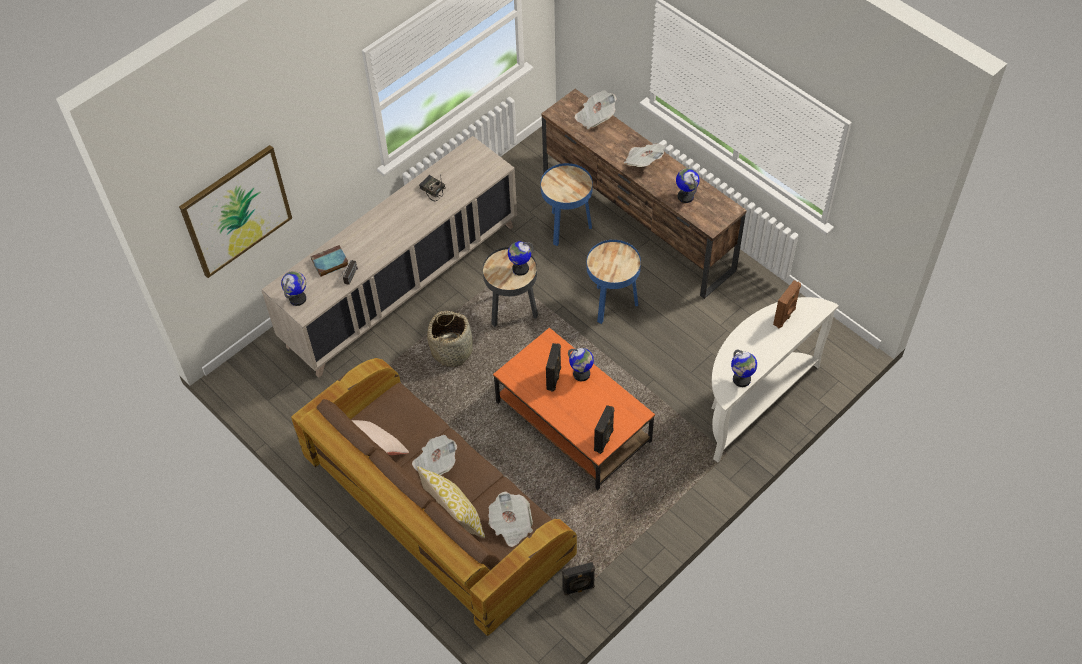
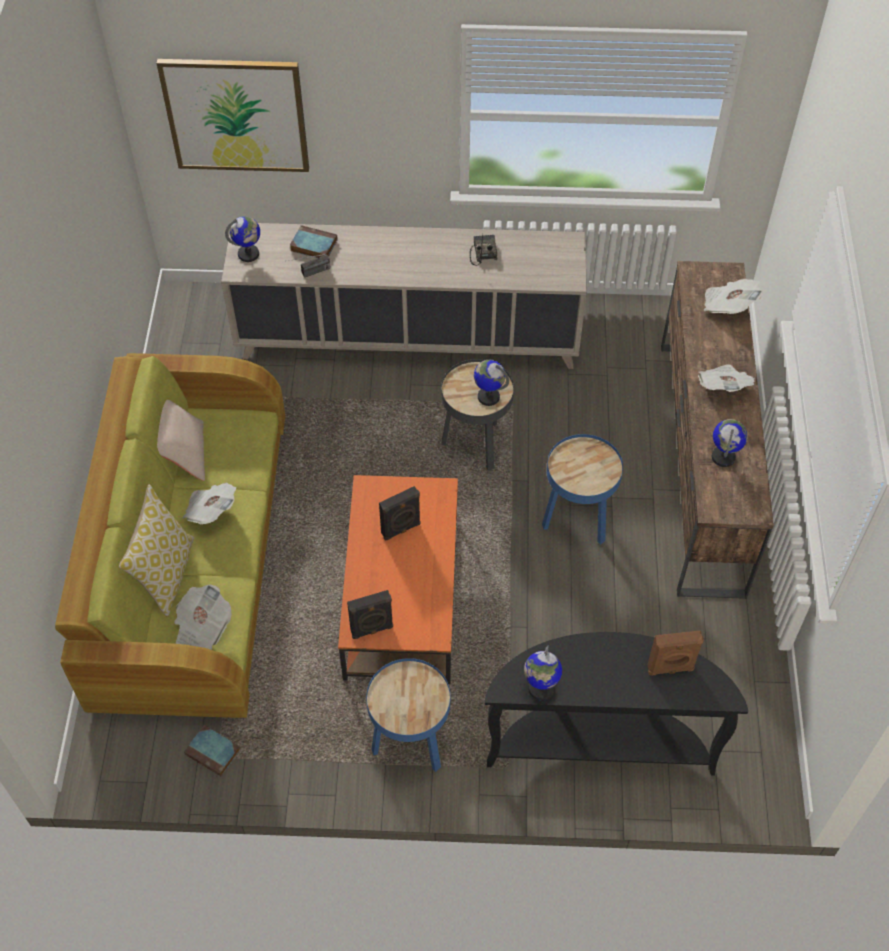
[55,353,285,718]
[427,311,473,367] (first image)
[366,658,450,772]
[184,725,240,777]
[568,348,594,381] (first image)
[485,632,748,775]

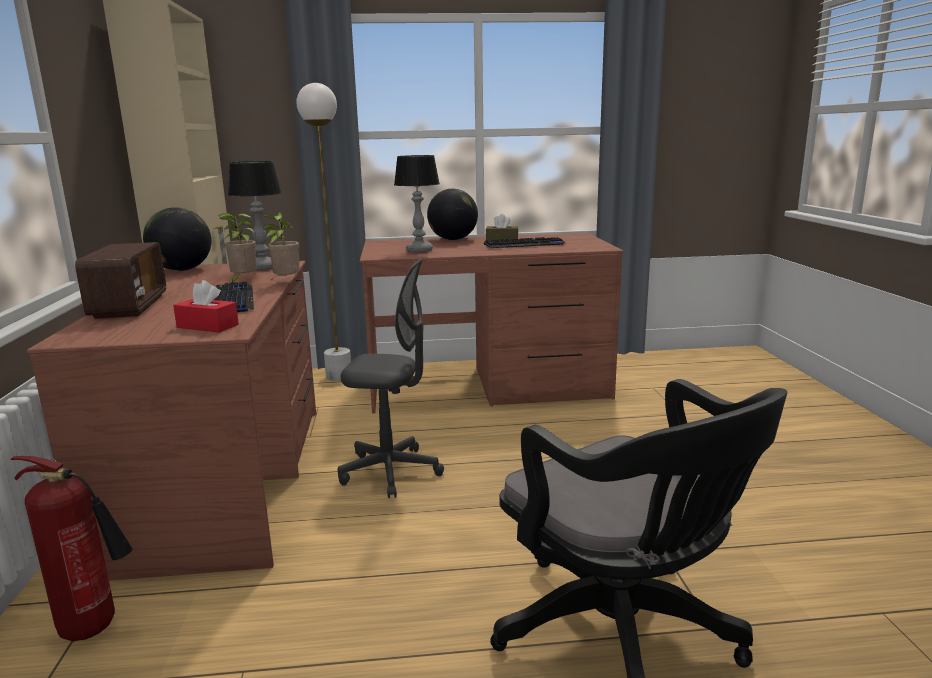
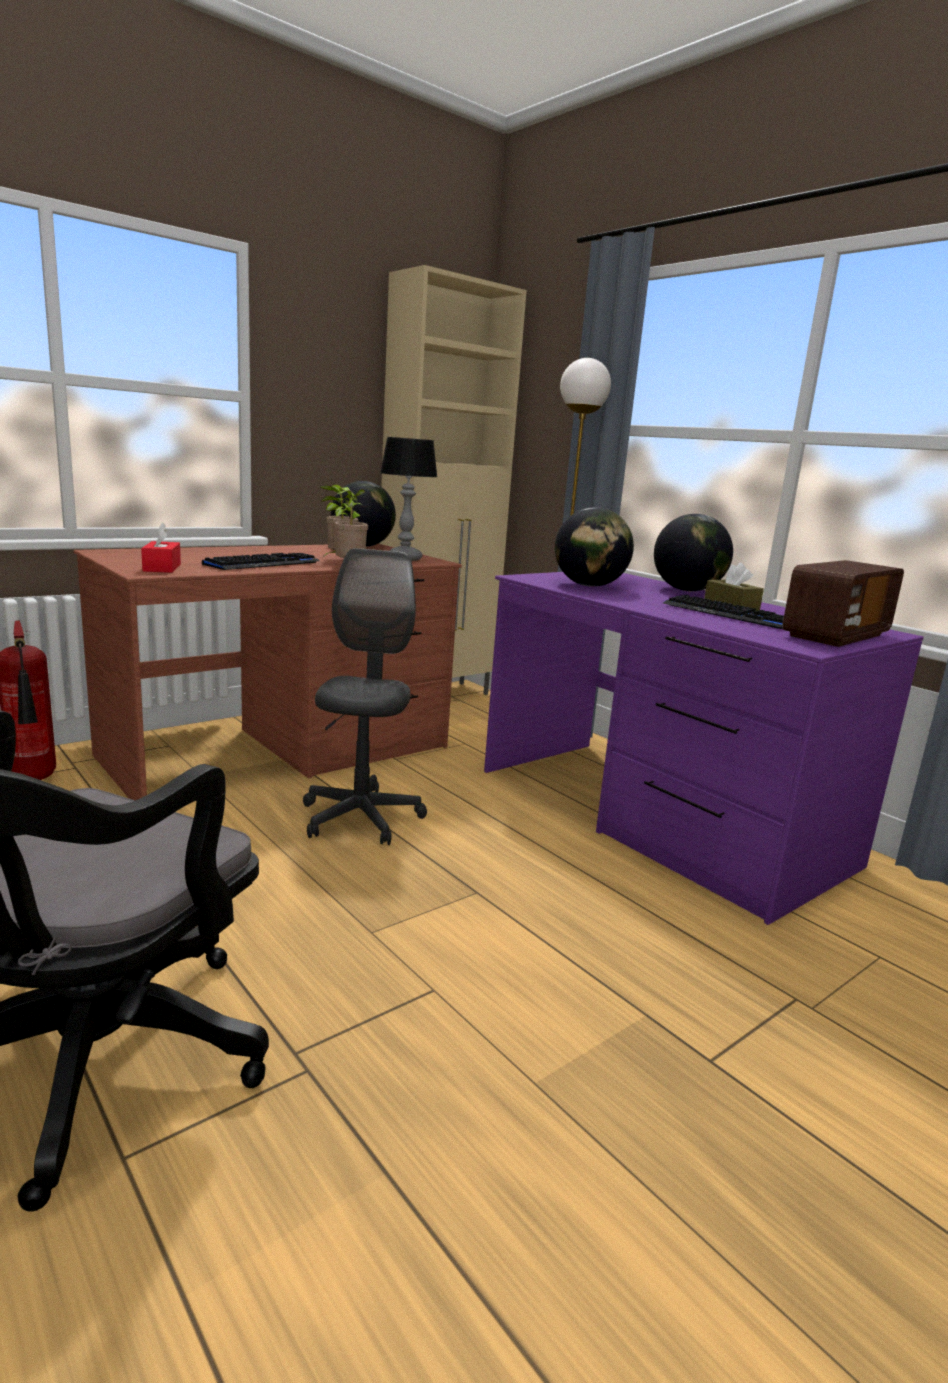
[782,560,904,647]
[303,548,427,845]
[484,572,924,925]
[555,507,634,587]

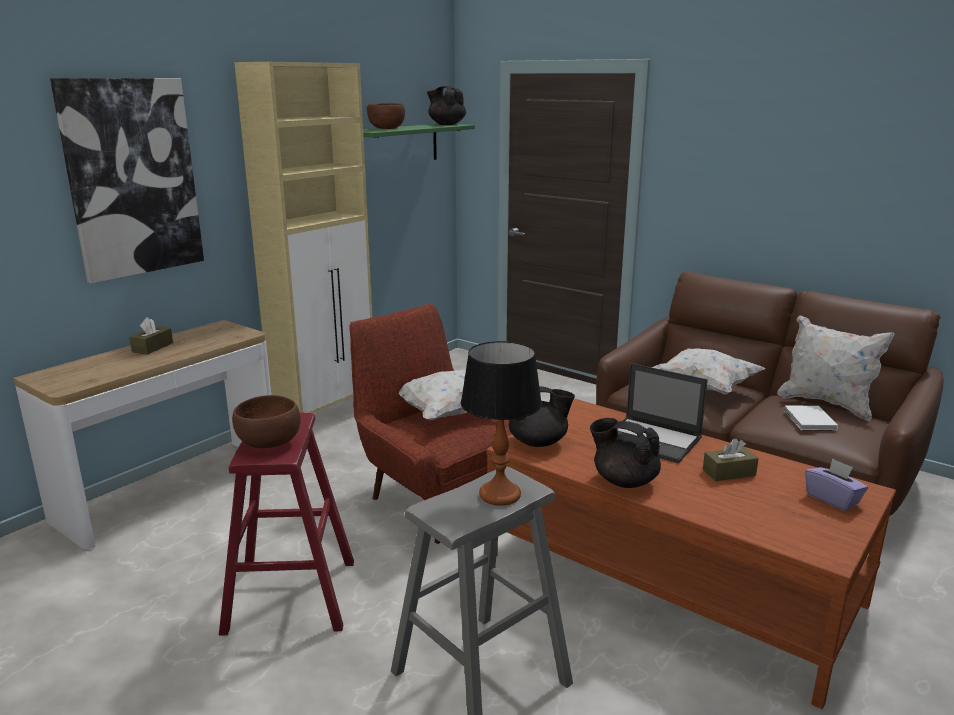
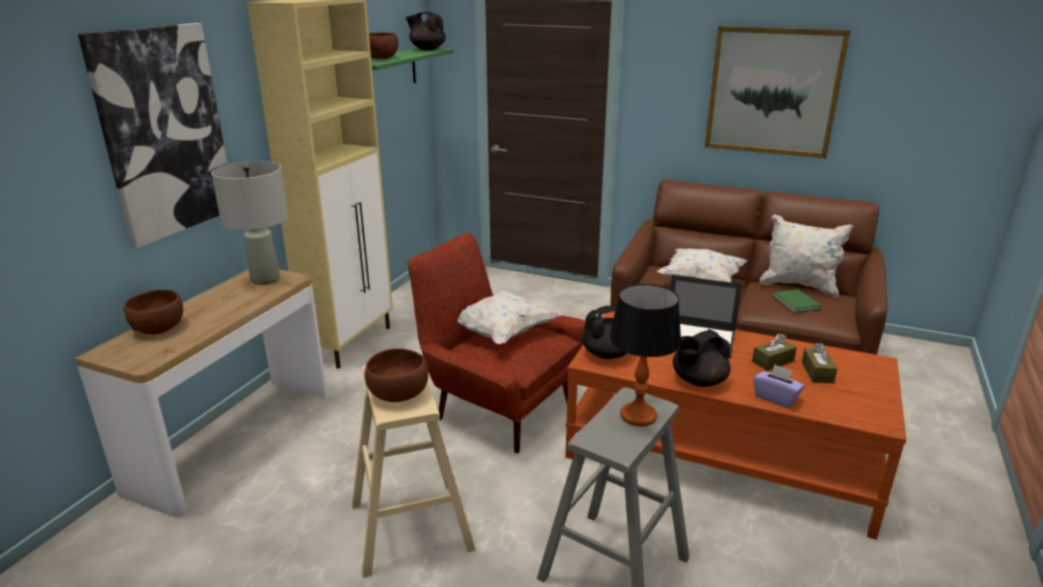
[802,343,837,384]
[352,365,476,578]
[673,329,731,387]
[773,289,821,313]
[753,364,804,408]
[124,290,183,334]
[211,161,288,285]
[705,26,850,159]

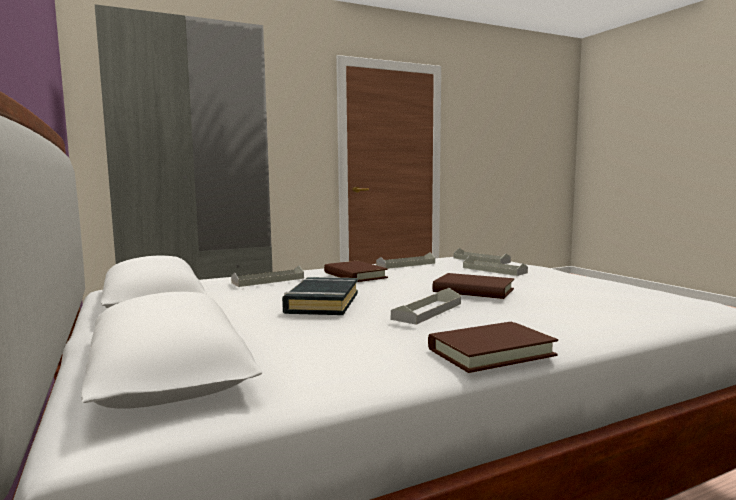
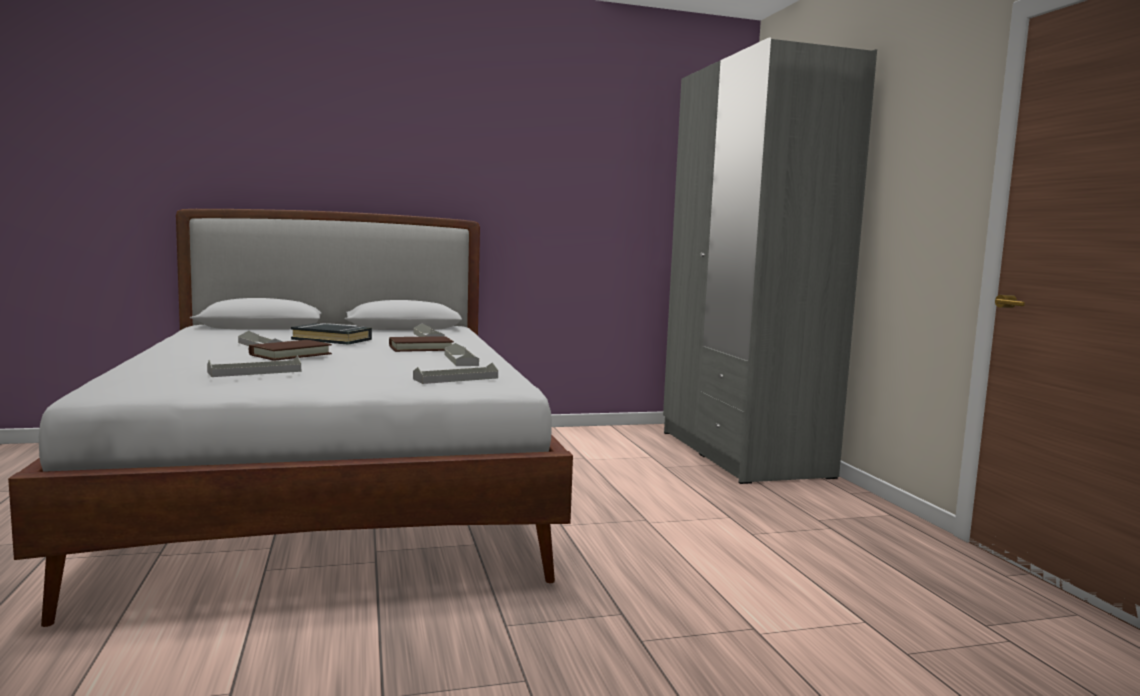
[428,322,558,373] (first image)
[207,355,301,377]

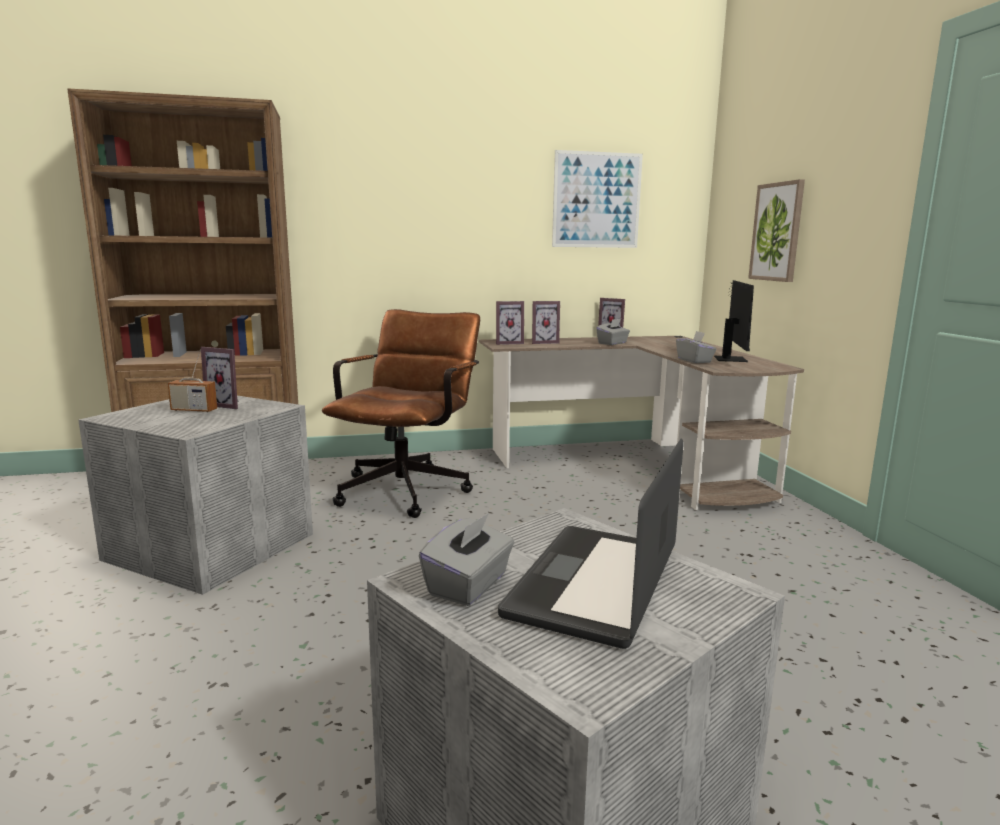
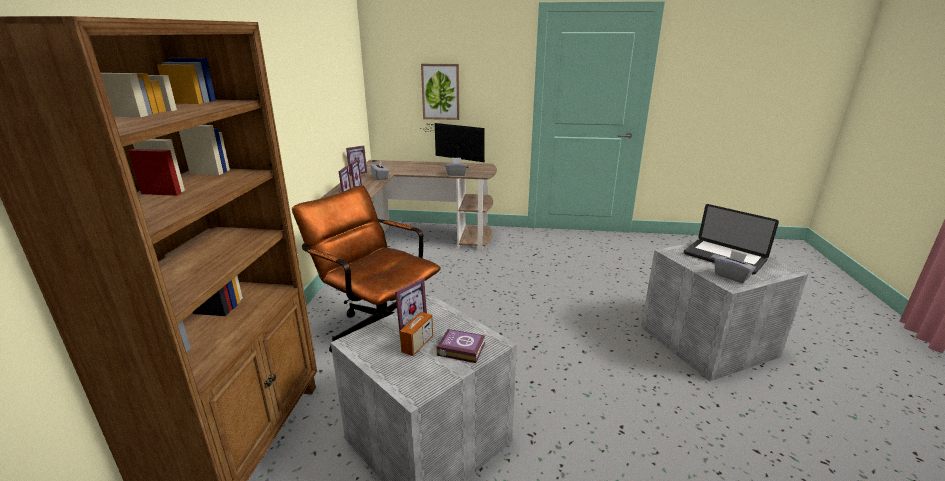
[552,150,643,248] (first image)
[436,329,485,363]

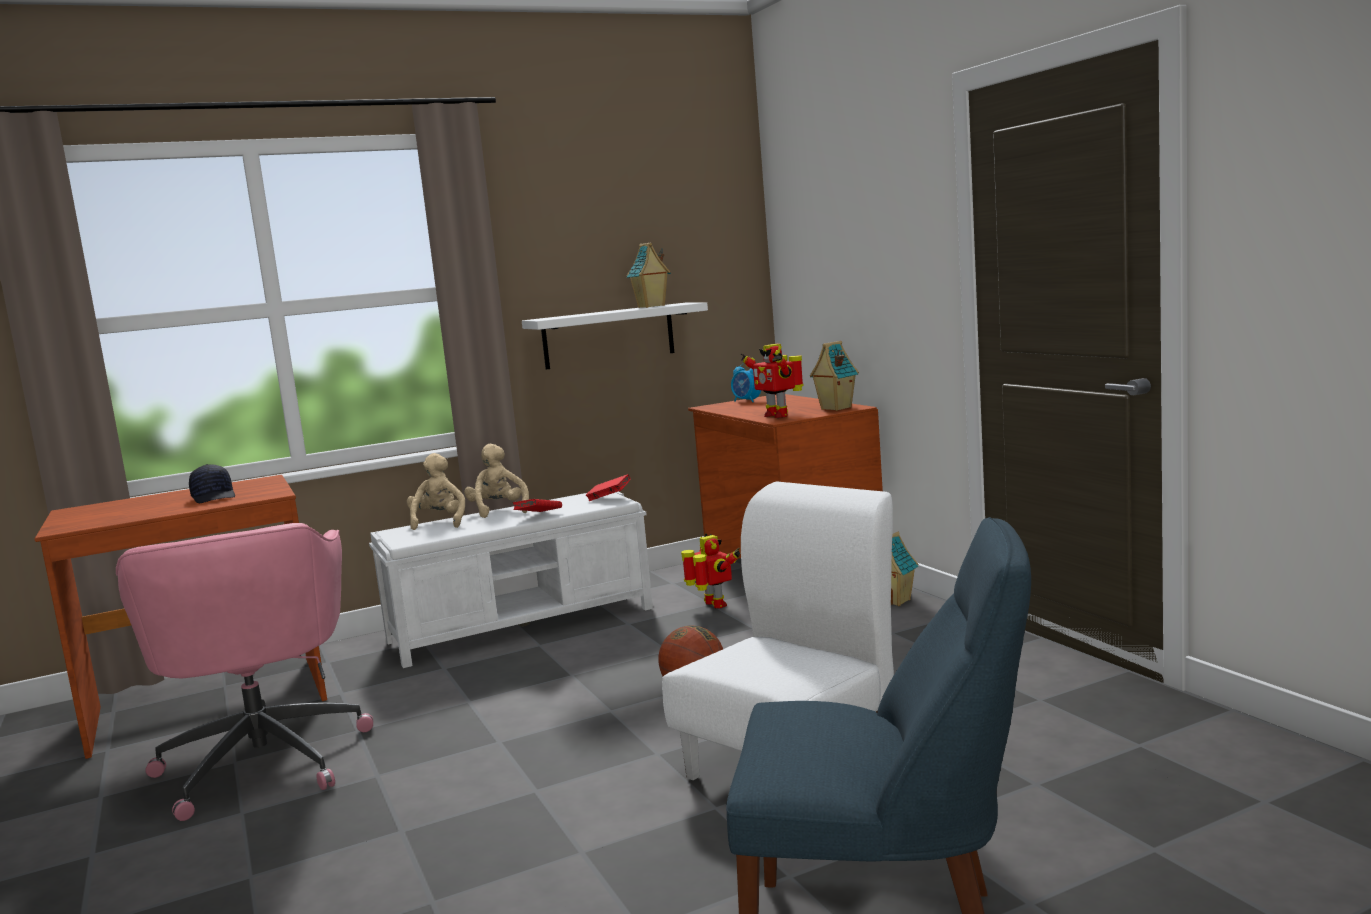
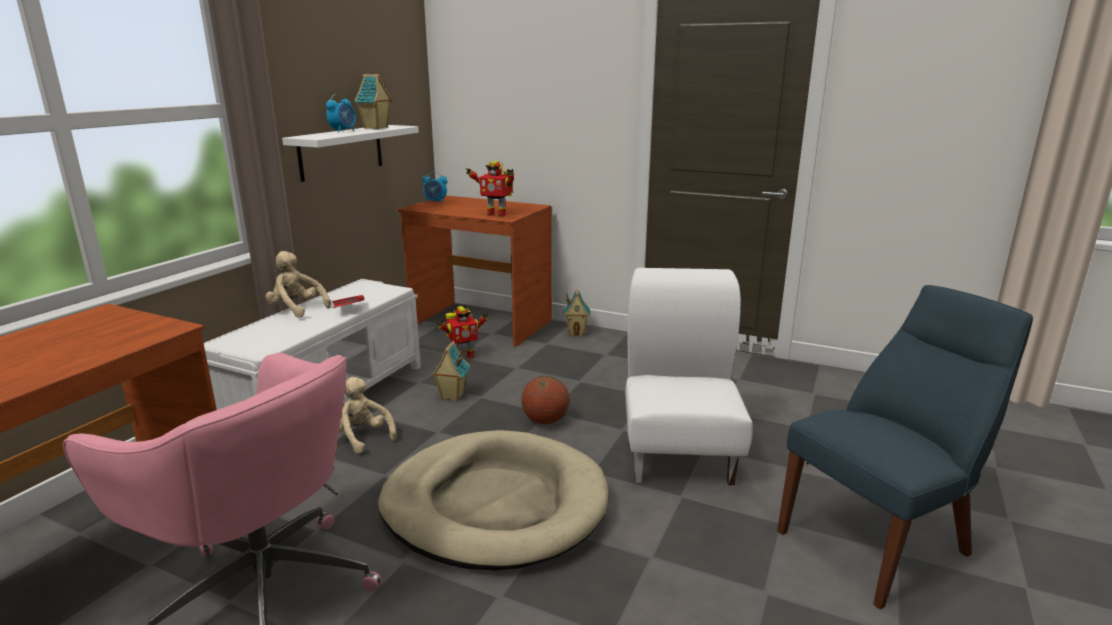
[189,464,235,503] (first image)
[339,377,397,454]
[586,474,631,501] (first image)
[435,306,489,359]
[431,341,470,401]
[326,94,356,133]
[378,430,609,571]

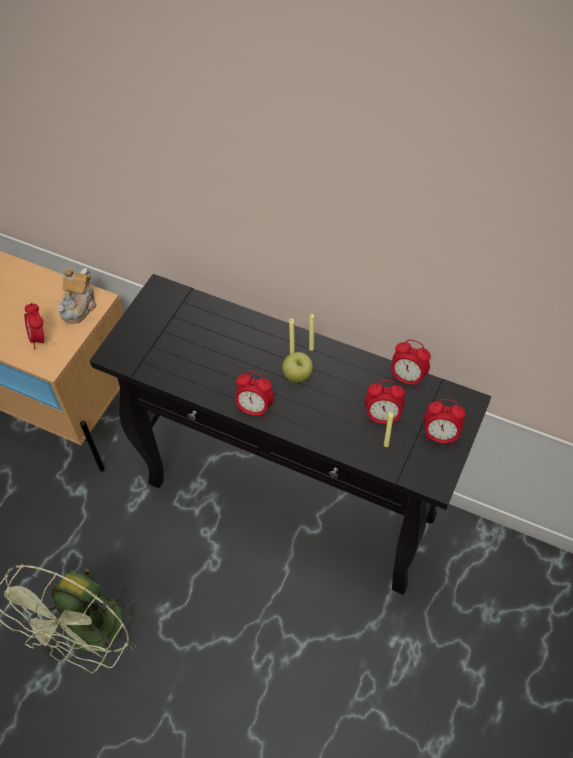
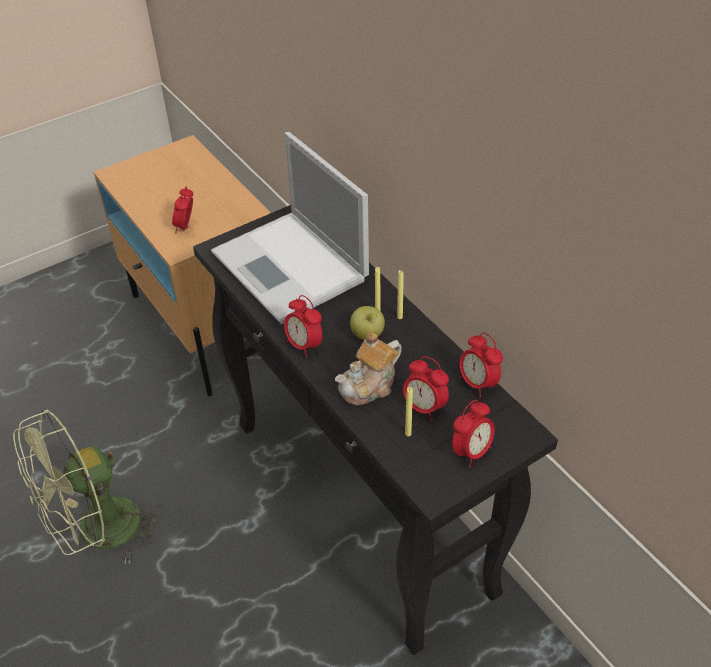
[335,332,402,405]
[452,400,495,468]
[211,132,369,324]

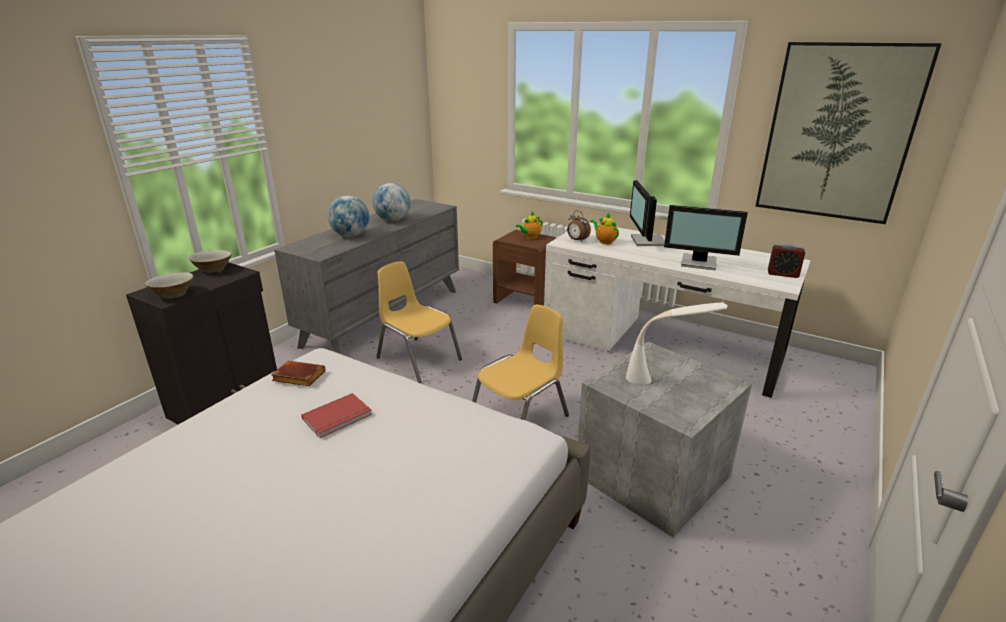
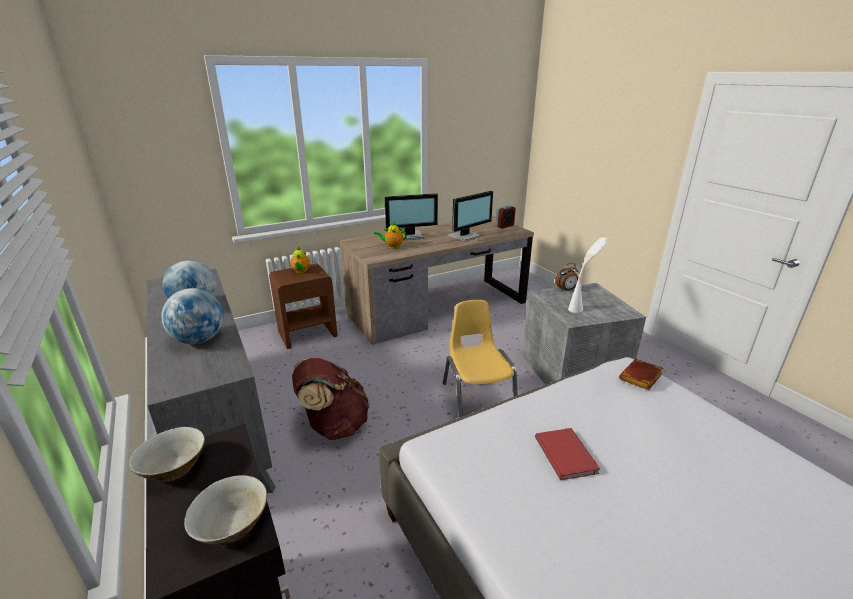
[619,359,664,390]
[292,358,370,440]
[340,215,534,345]
[555,263,579,291]
[384,193,438,241]
[755,42,942,224] (first image)

